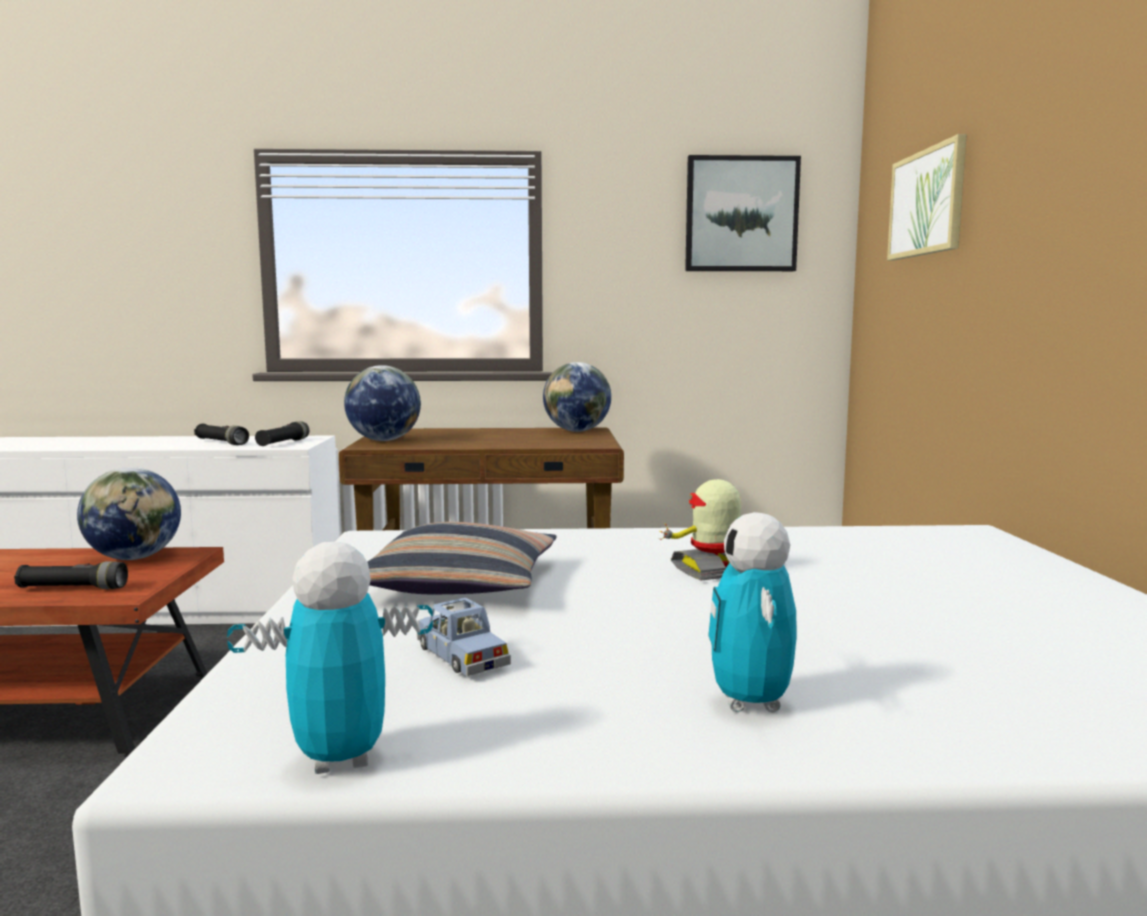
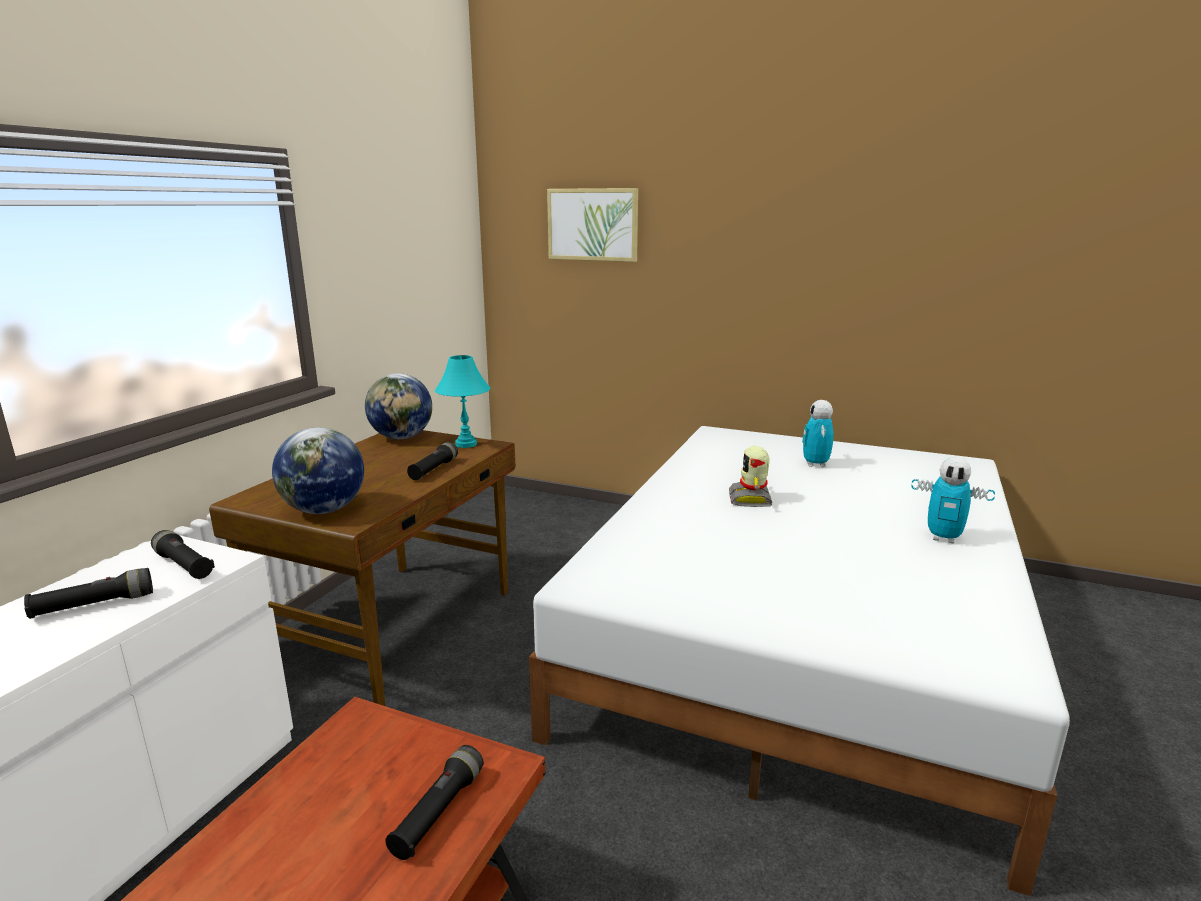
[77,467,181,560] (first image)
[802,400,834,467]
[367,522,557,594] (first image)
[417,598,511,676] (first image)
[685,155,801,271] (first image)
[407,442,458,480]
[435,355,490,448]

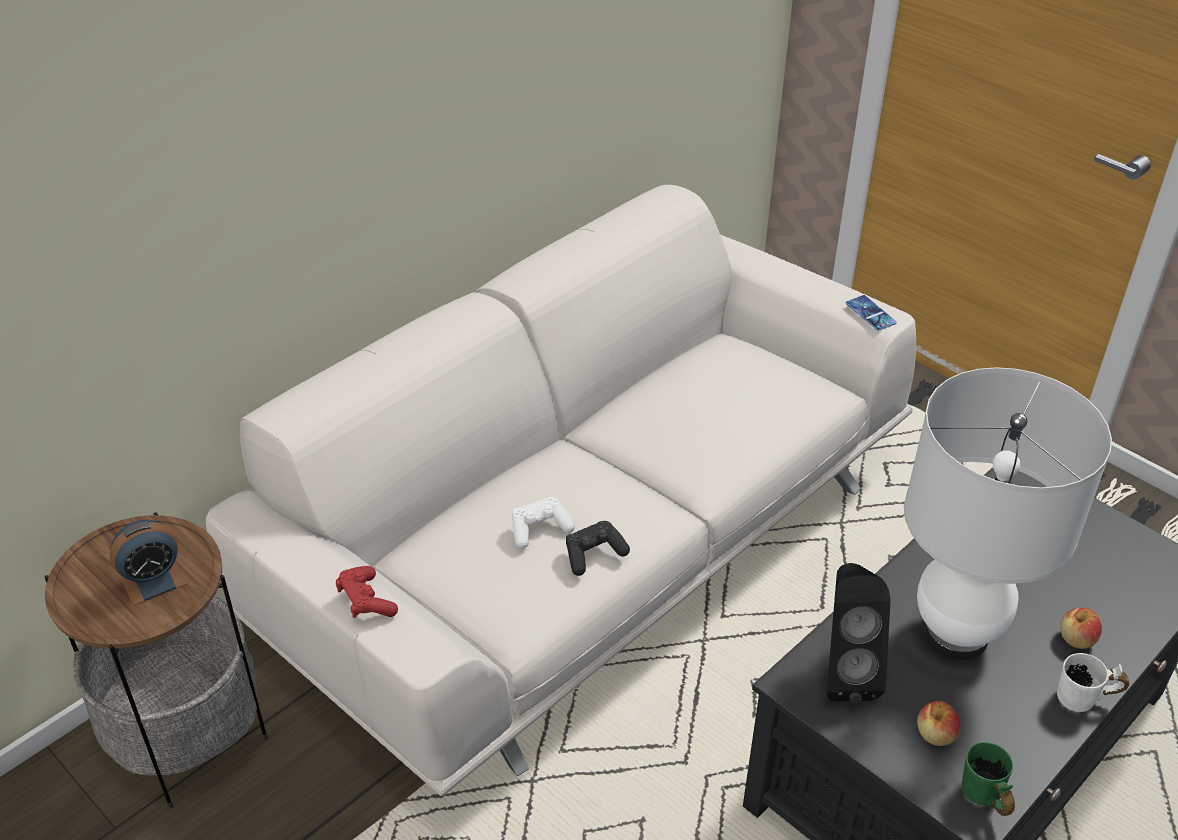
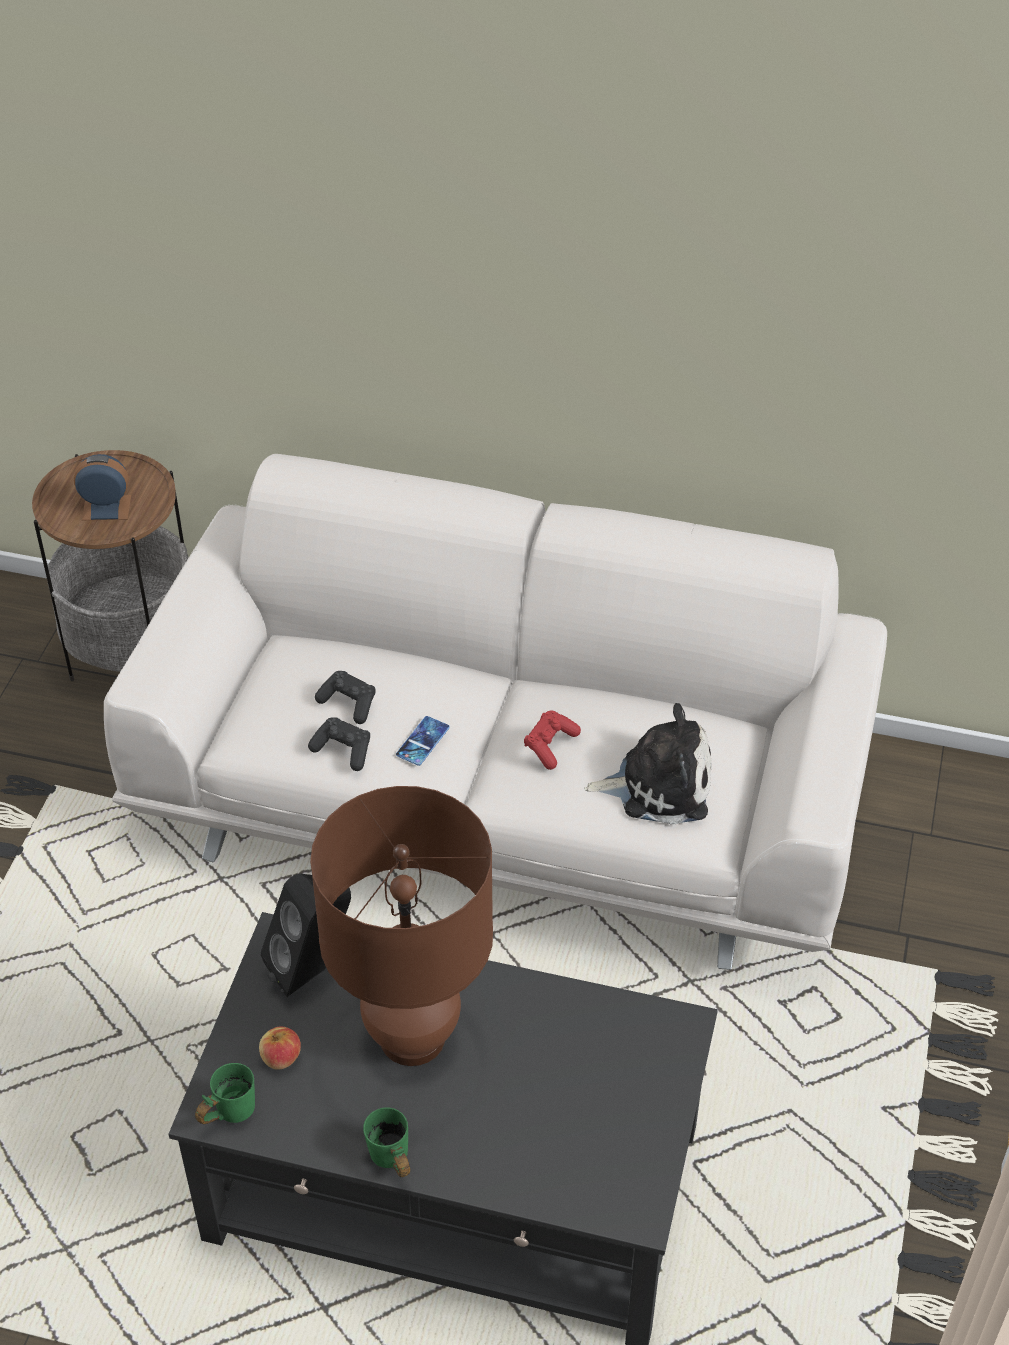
[74,454,131,520]
[524,710,581,770]
[315,671,376,724]
[396,716,450,766]
[310,786,493,1066]
[363,1107,410,1177]
[1060,608,1102,649] (first image)
[584,703,712,825]

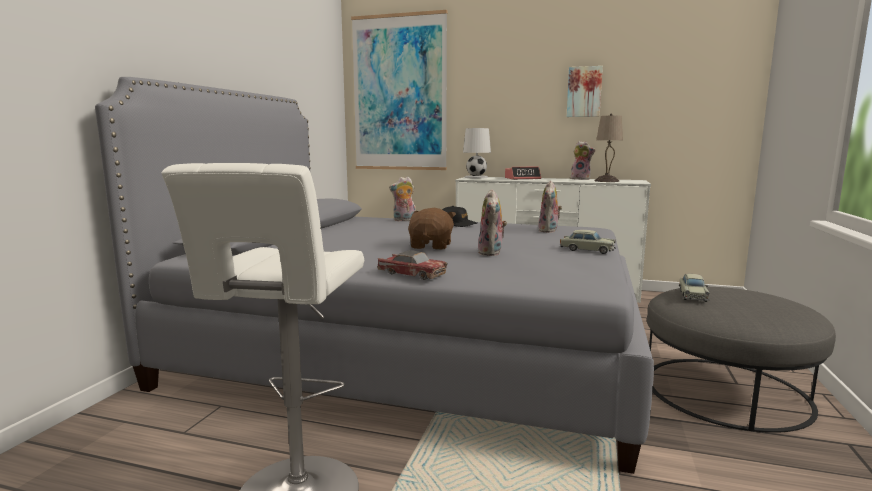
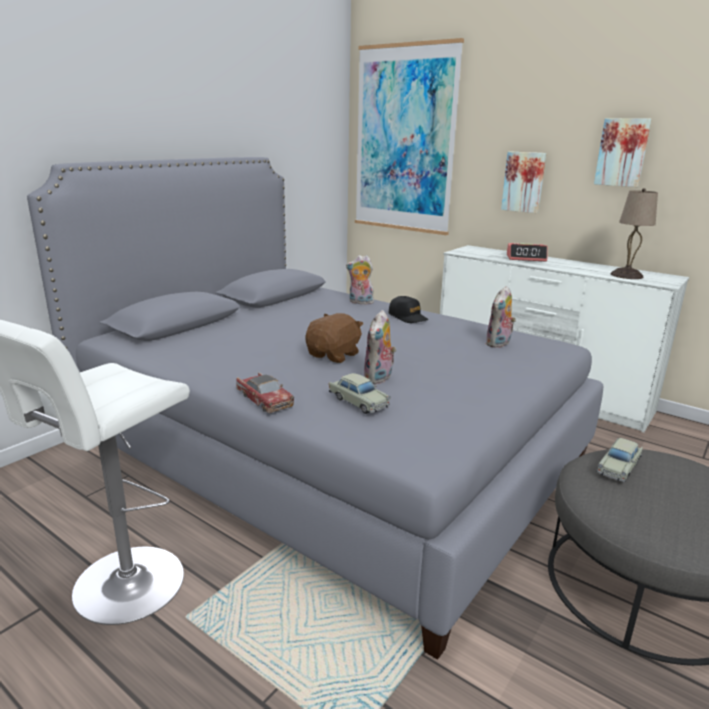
[463,128,491,179] (first image)
[329,373,391,414]
[570,141,595,180] (first image)
[501,151,546,213]

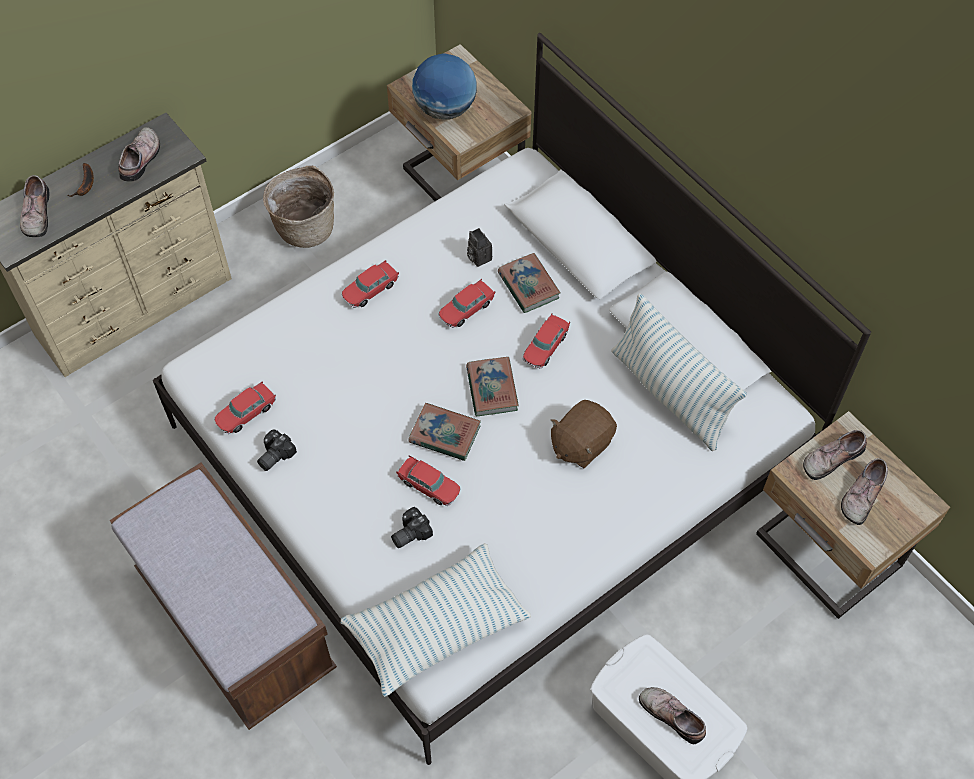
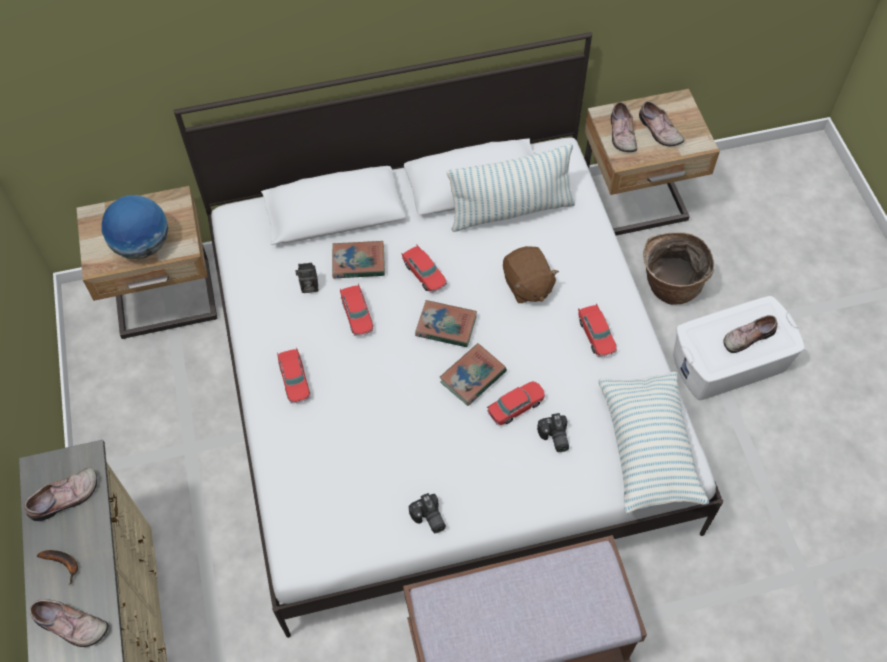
[24,467,97,521]
[578,303,617,357]
[643,232,714,305]

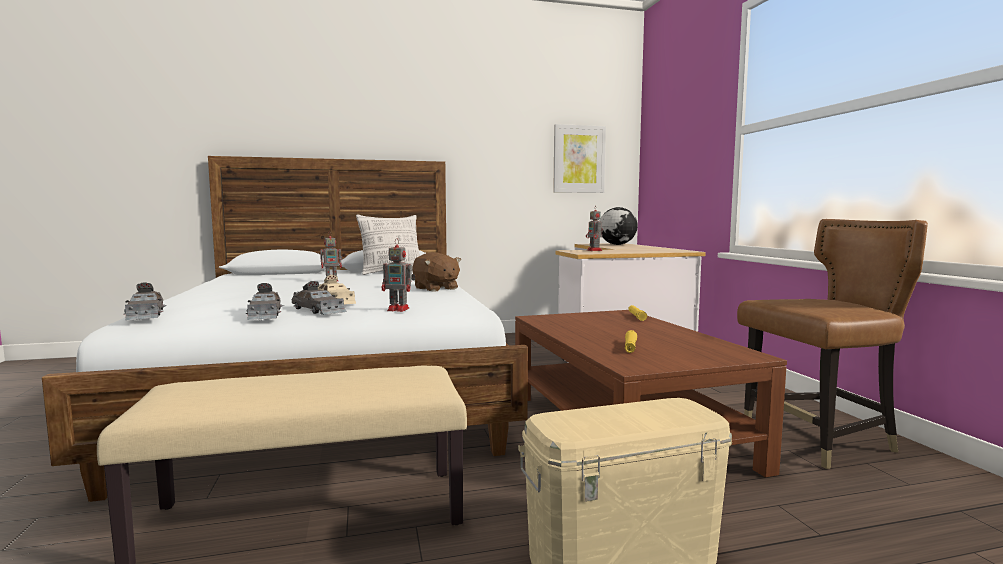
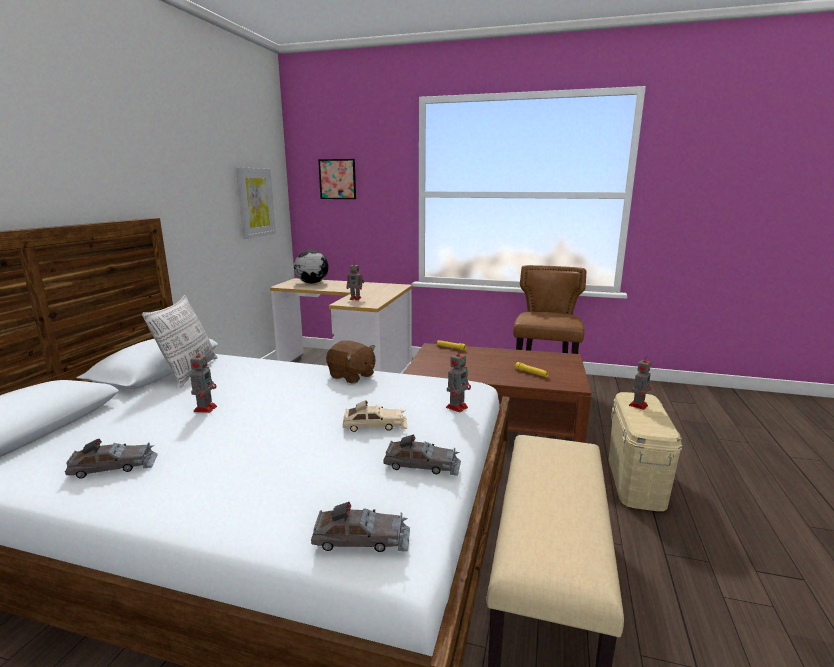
[65,439,158,478]
[326,340,375,384]
[318,159,356,199]
[629,356,651,410]

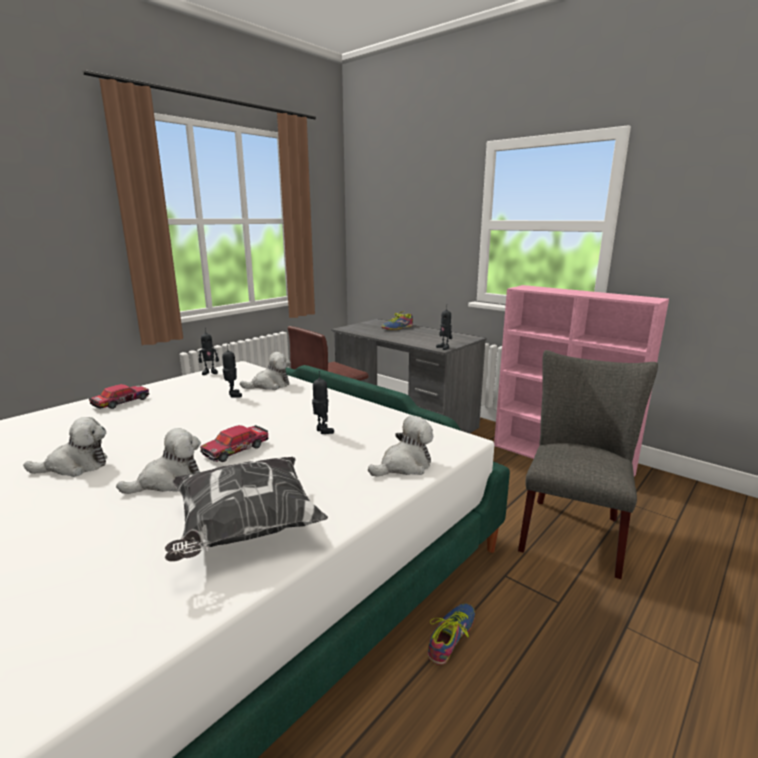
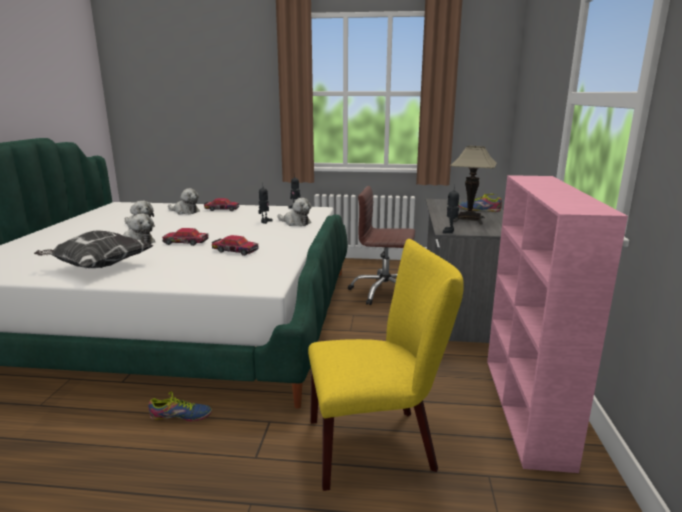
[211,235,259,256]
[168,188,200,214]
[308,239,464,491]
[450,146,497,224]

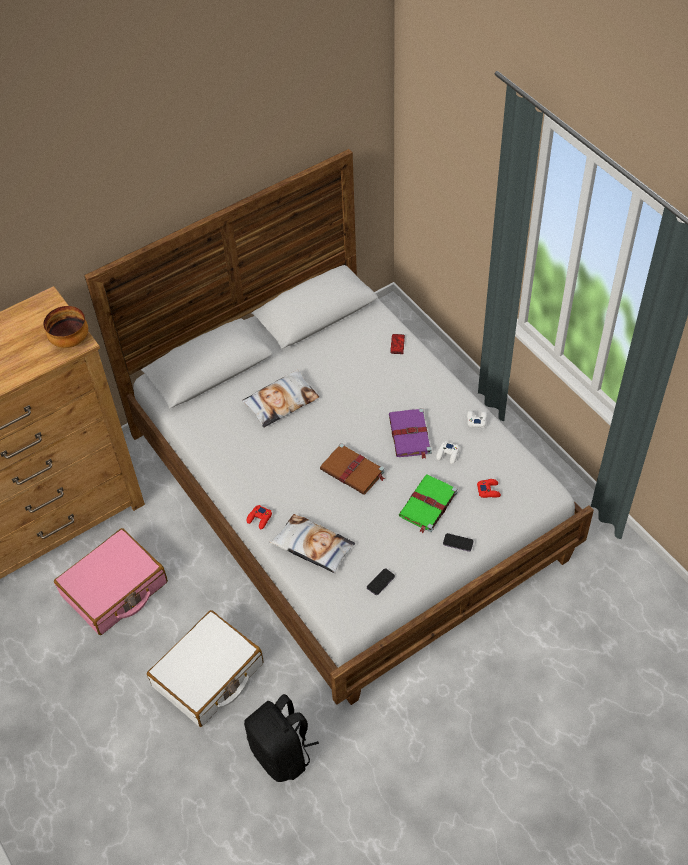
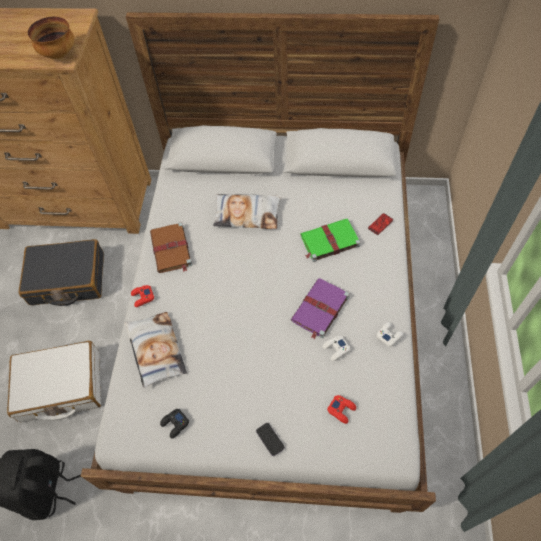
[18,239,104,306]
[150,222,192,273]
[160,409,189,439]
[301,219,361,262]

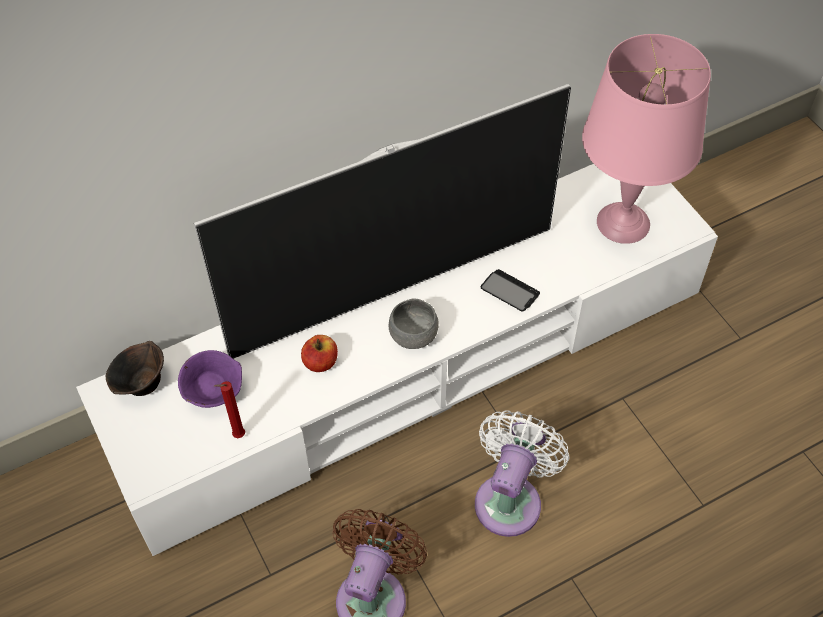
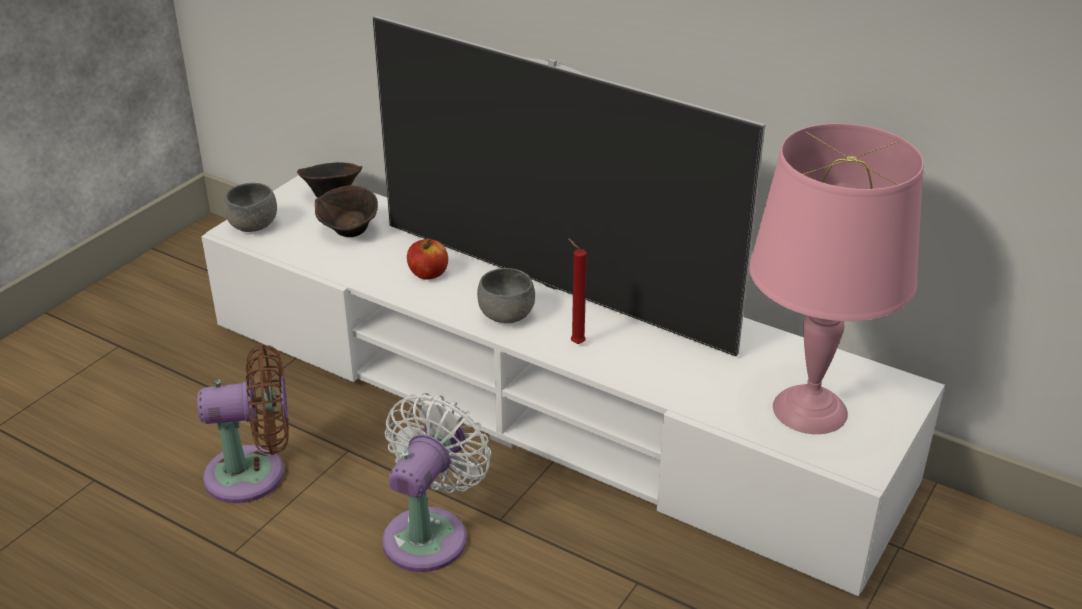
[315,185,378,237]
[568,238,587,344]
[382,393,491,572]
[481,269,540,312] (first image)
[224,183,277,232]

